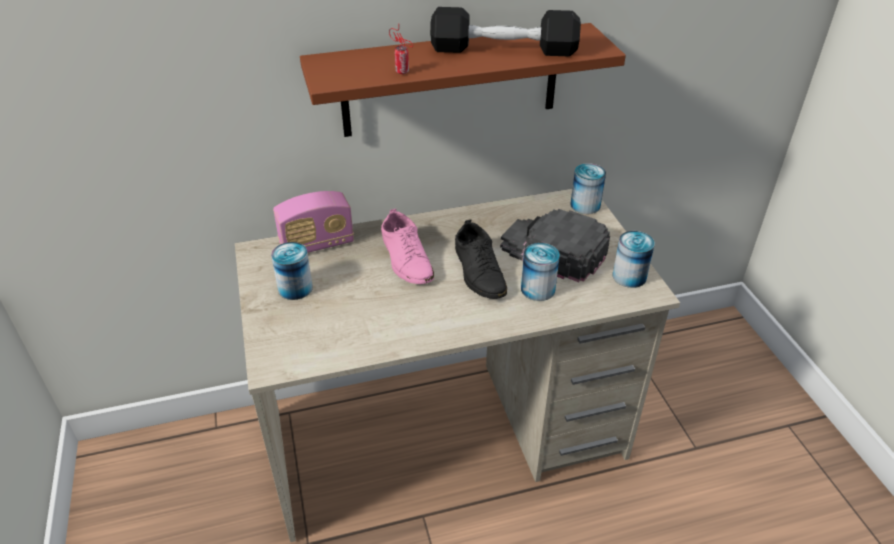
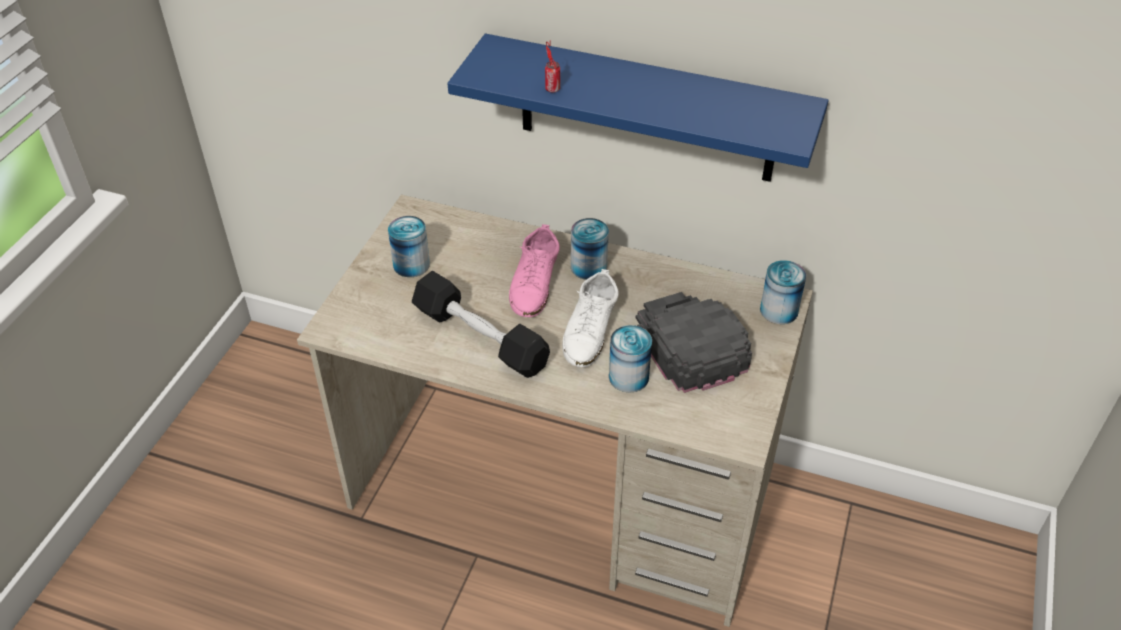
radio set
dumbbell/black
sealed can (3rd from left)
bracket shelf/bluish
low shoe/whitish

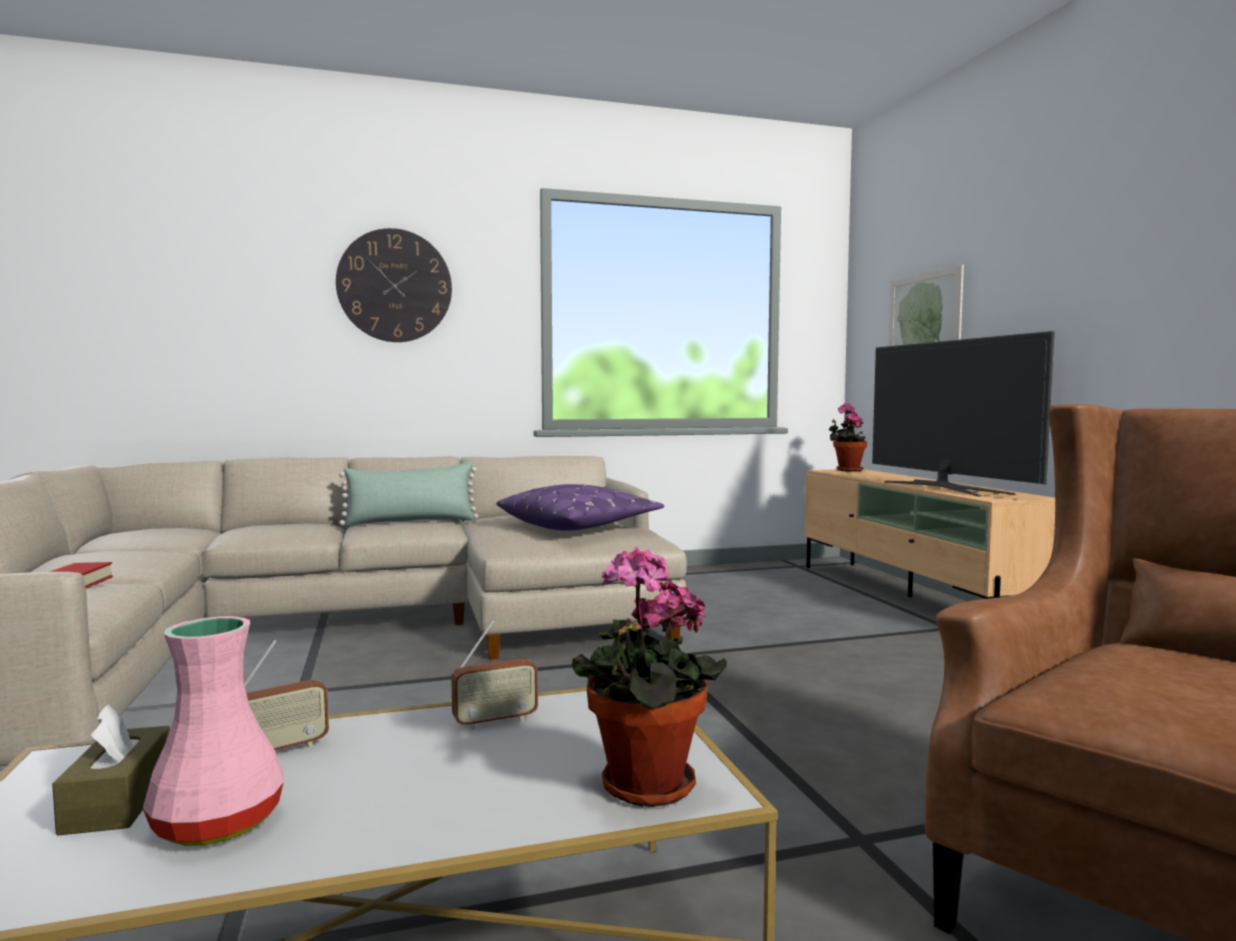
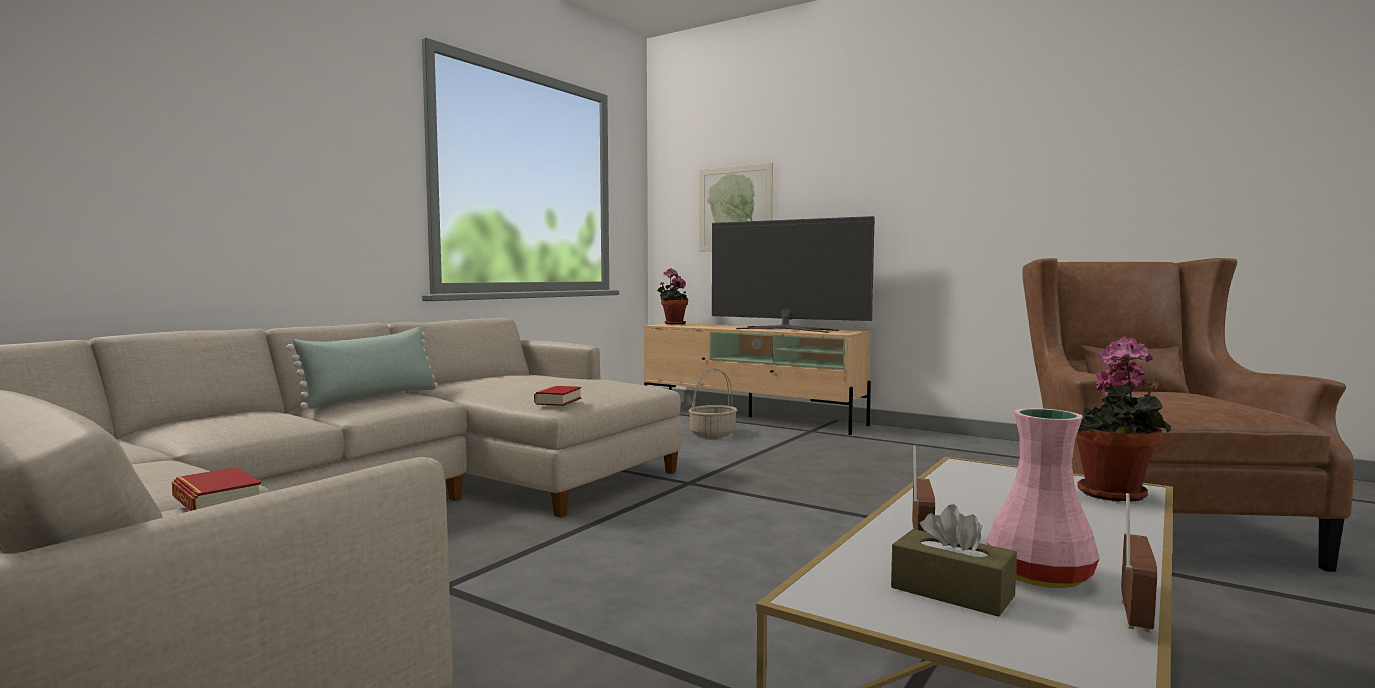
wall clock
cushion/purple-coloured
book (2nd from left)
household basket
radio set (2nd from left)

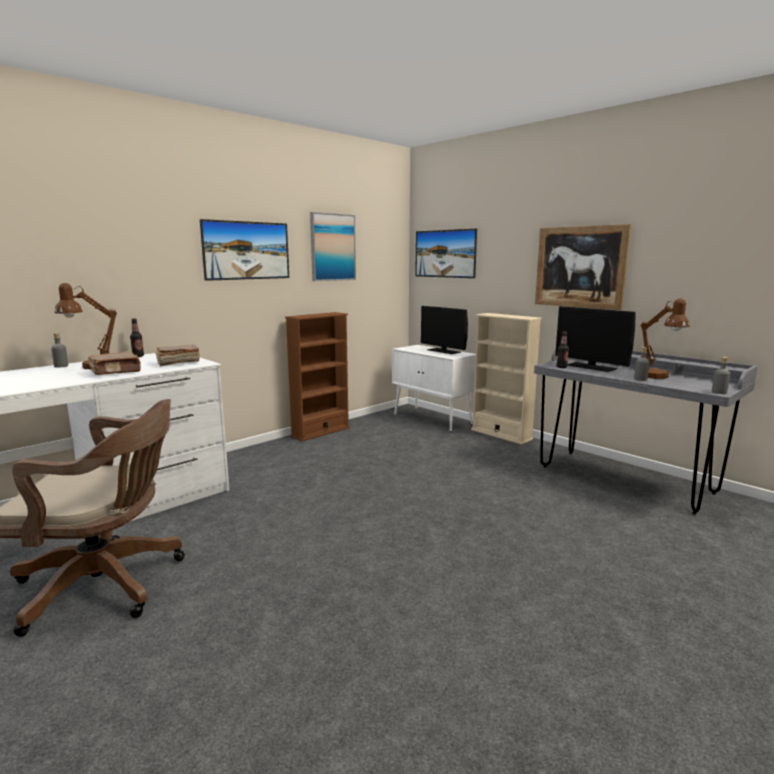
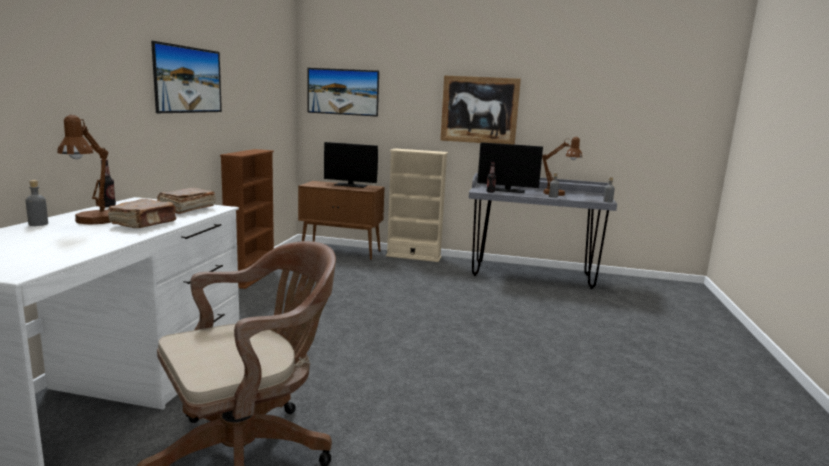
picture (2nd from left in the first image)
storage cabinet/brown

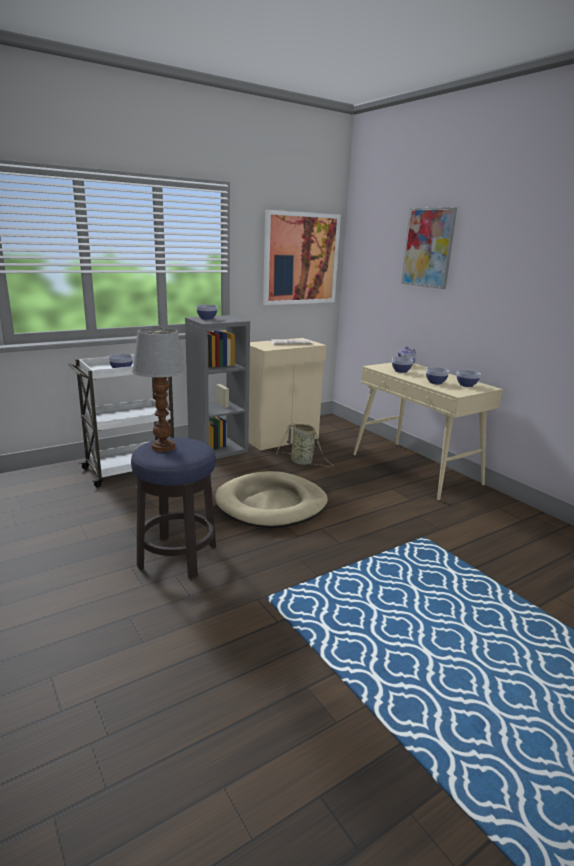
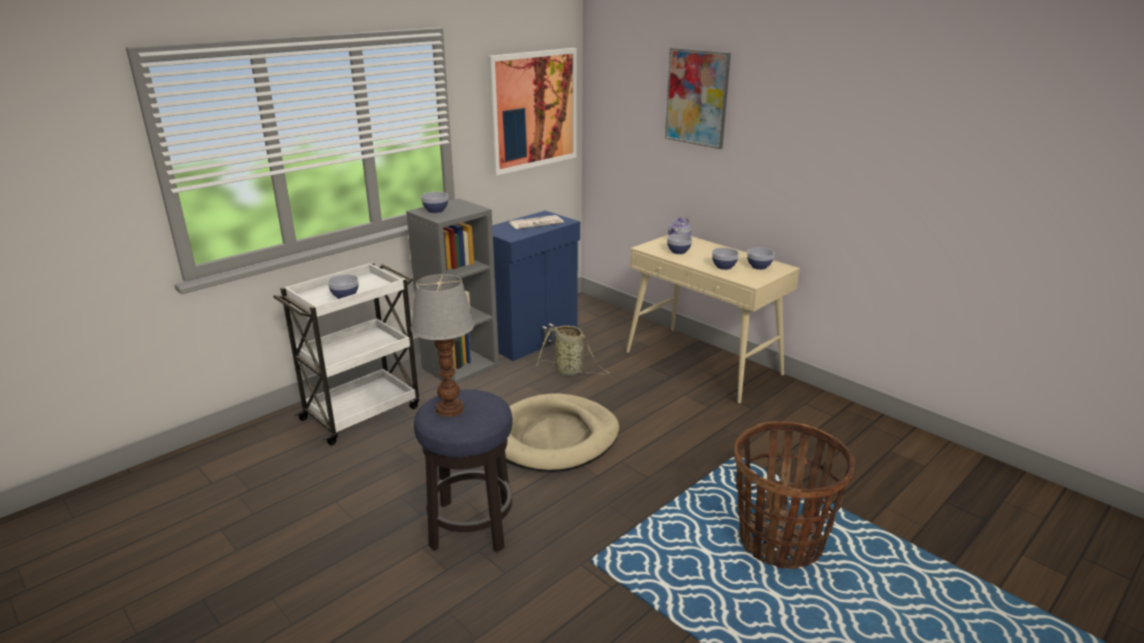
household basket (2nd from left)
storage cabinet/bluish

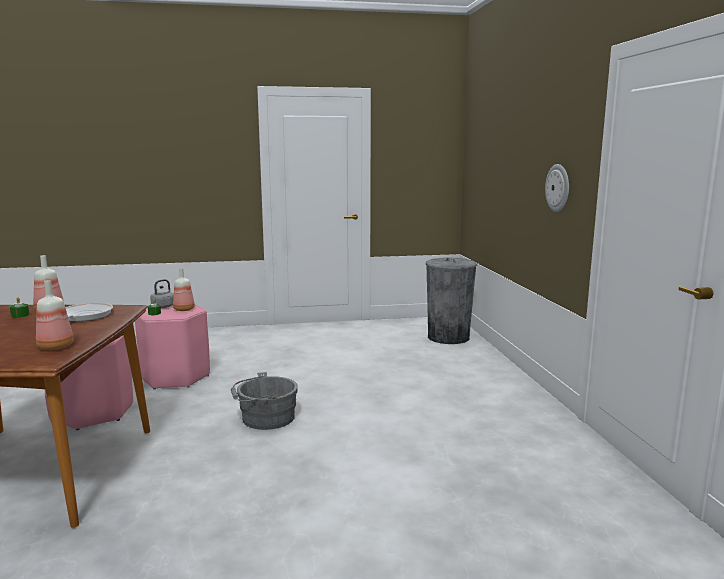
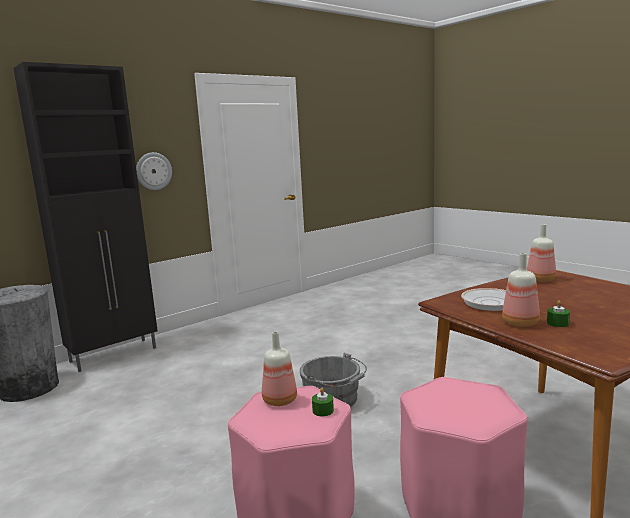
tea kettle/gray
storage cabinet/black

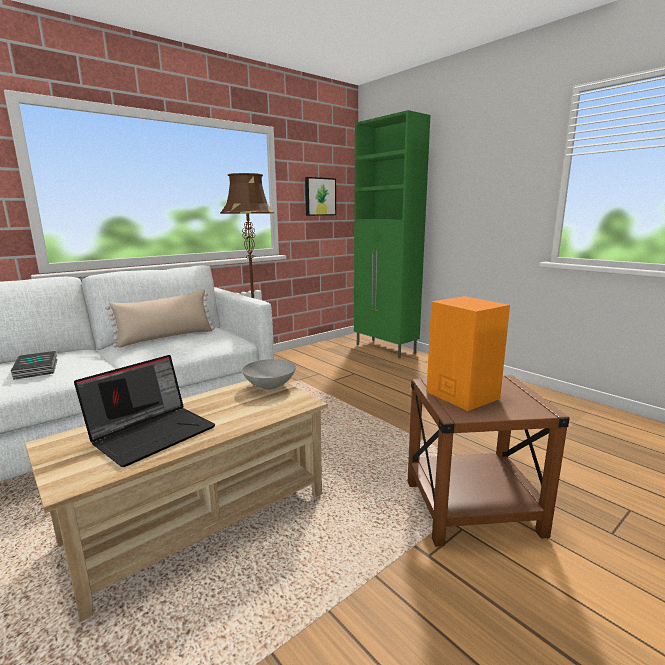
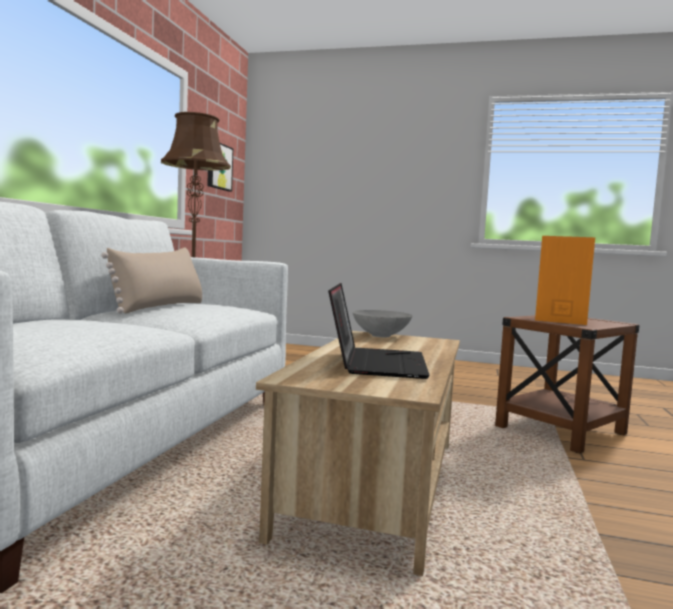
book
storage cabinet/green-coloured

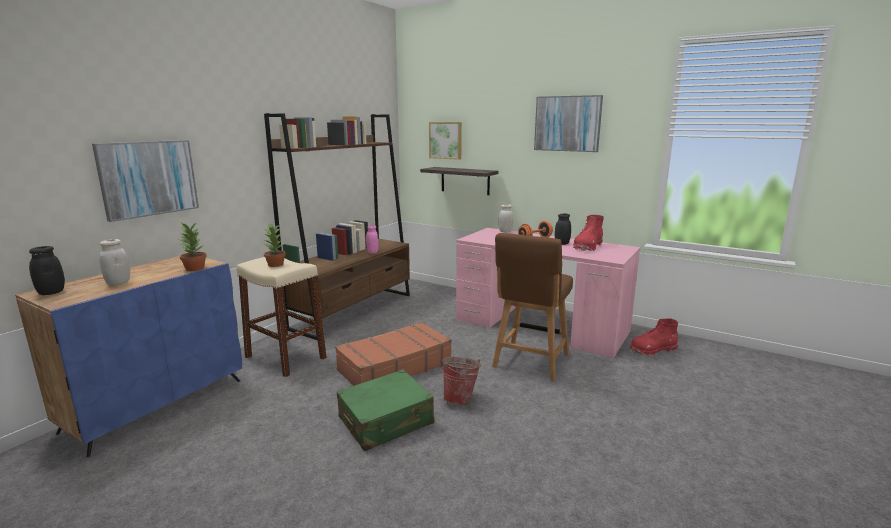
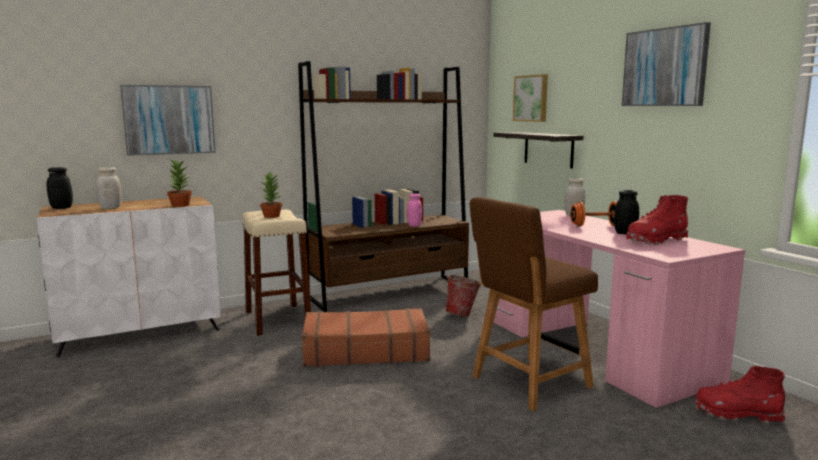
travel case/green-coloured
water bucket
storage cabinet/whitish

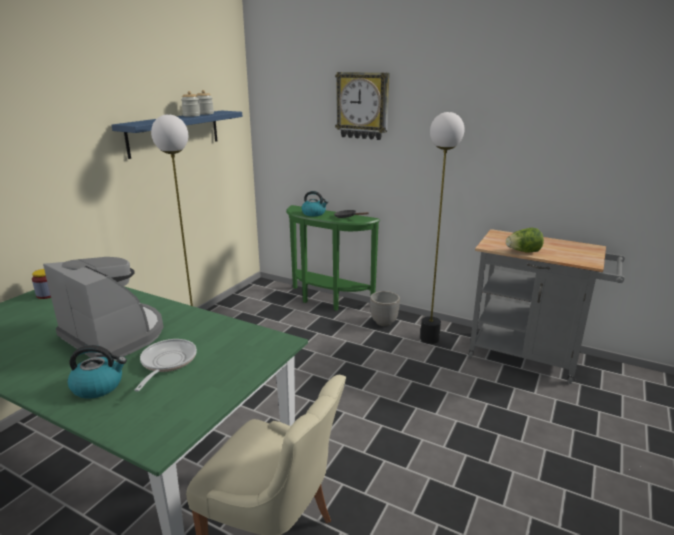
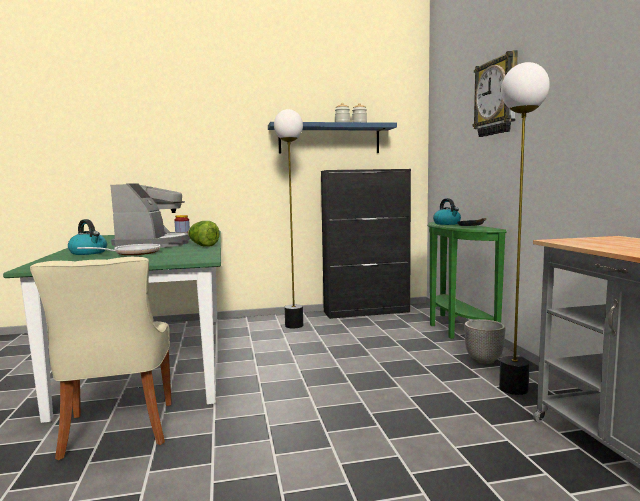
storage cabinet/black
lettuce head

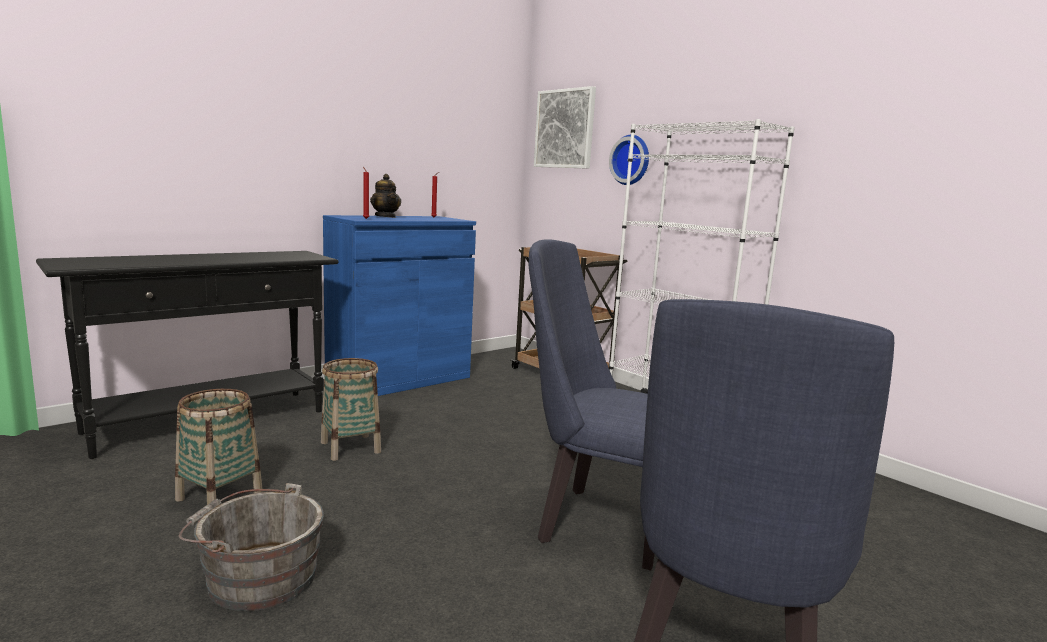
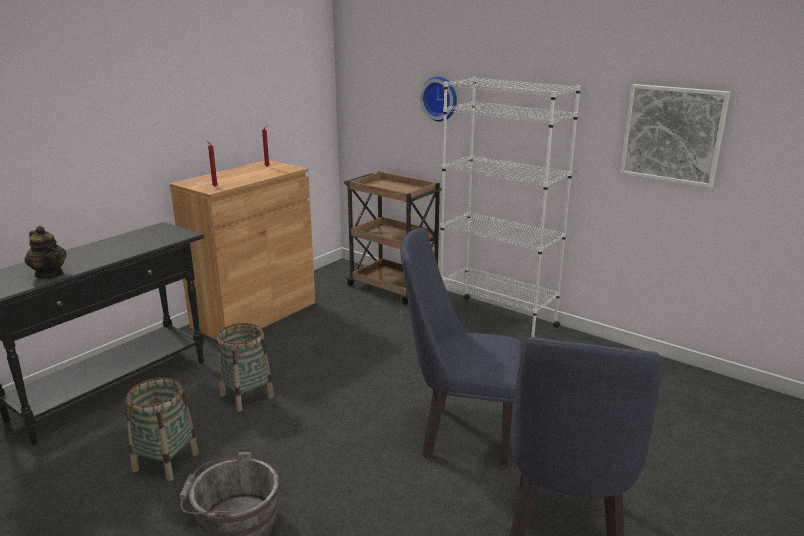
tea pot
picture
storage cabinet/brown

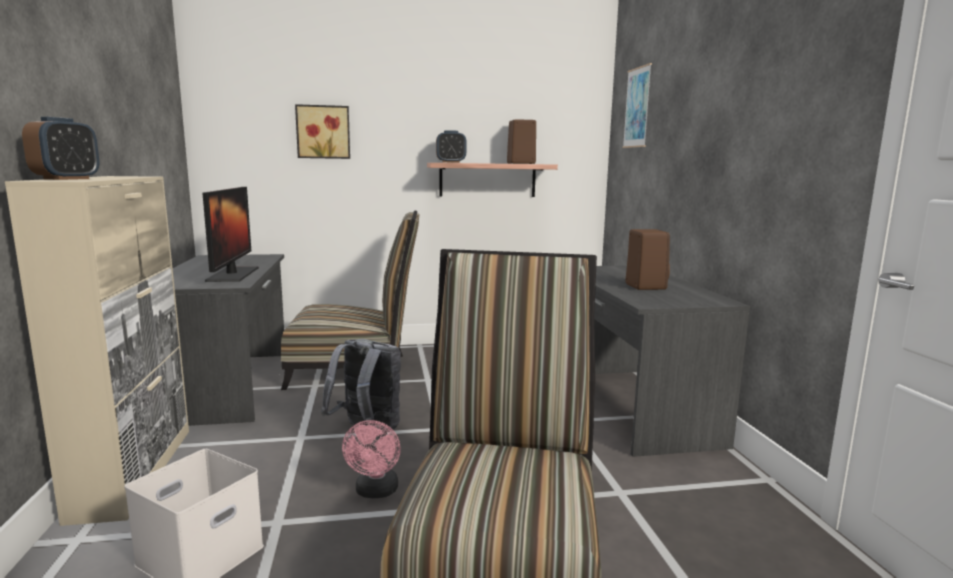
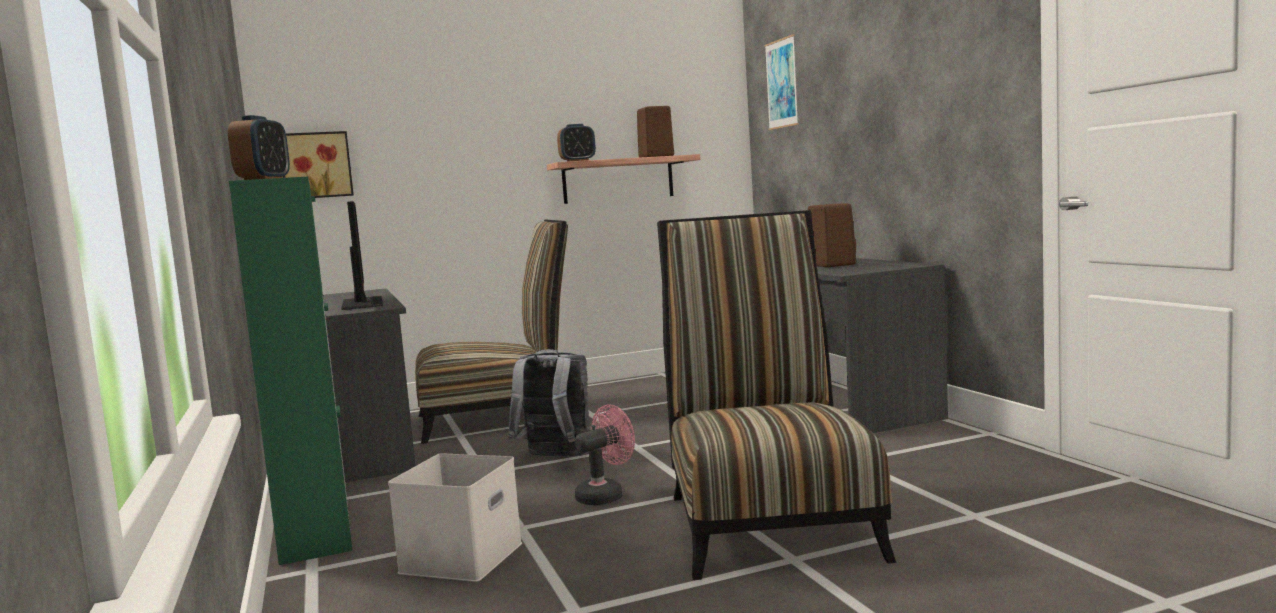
picture (1st from left)
storage cabinet/green-coloured
fan/pink

